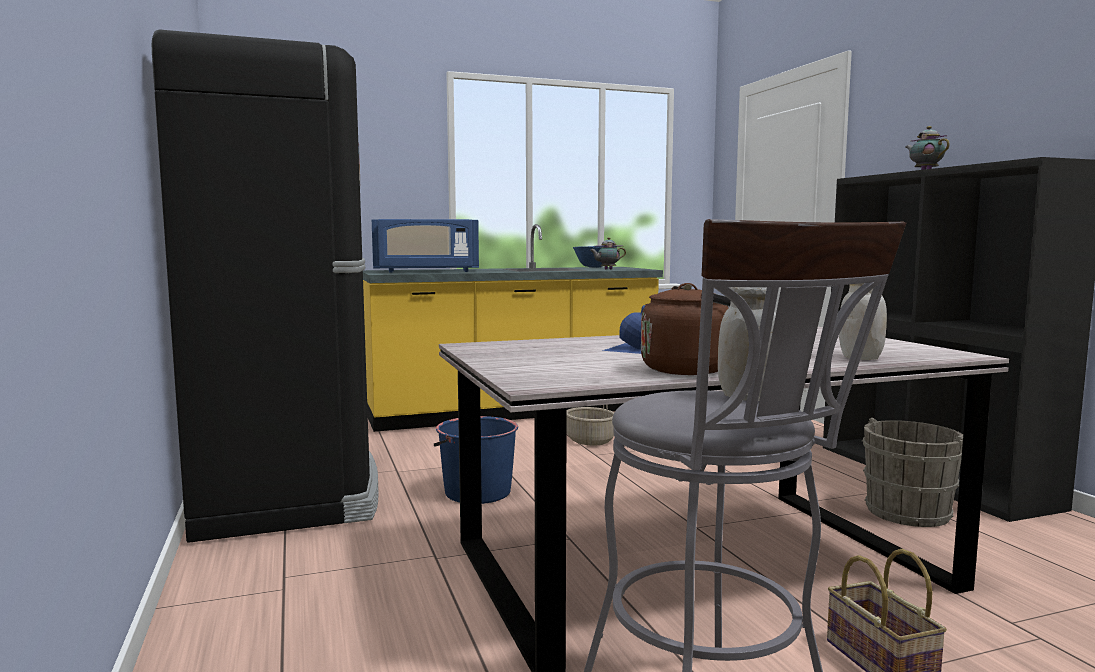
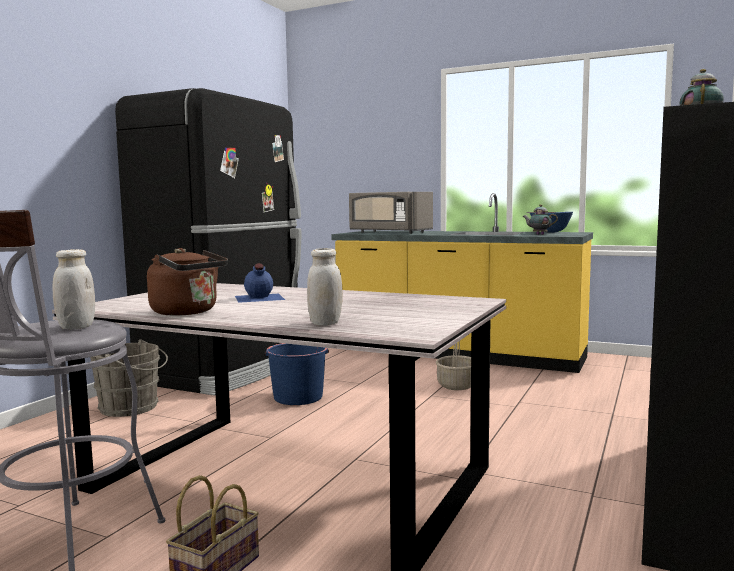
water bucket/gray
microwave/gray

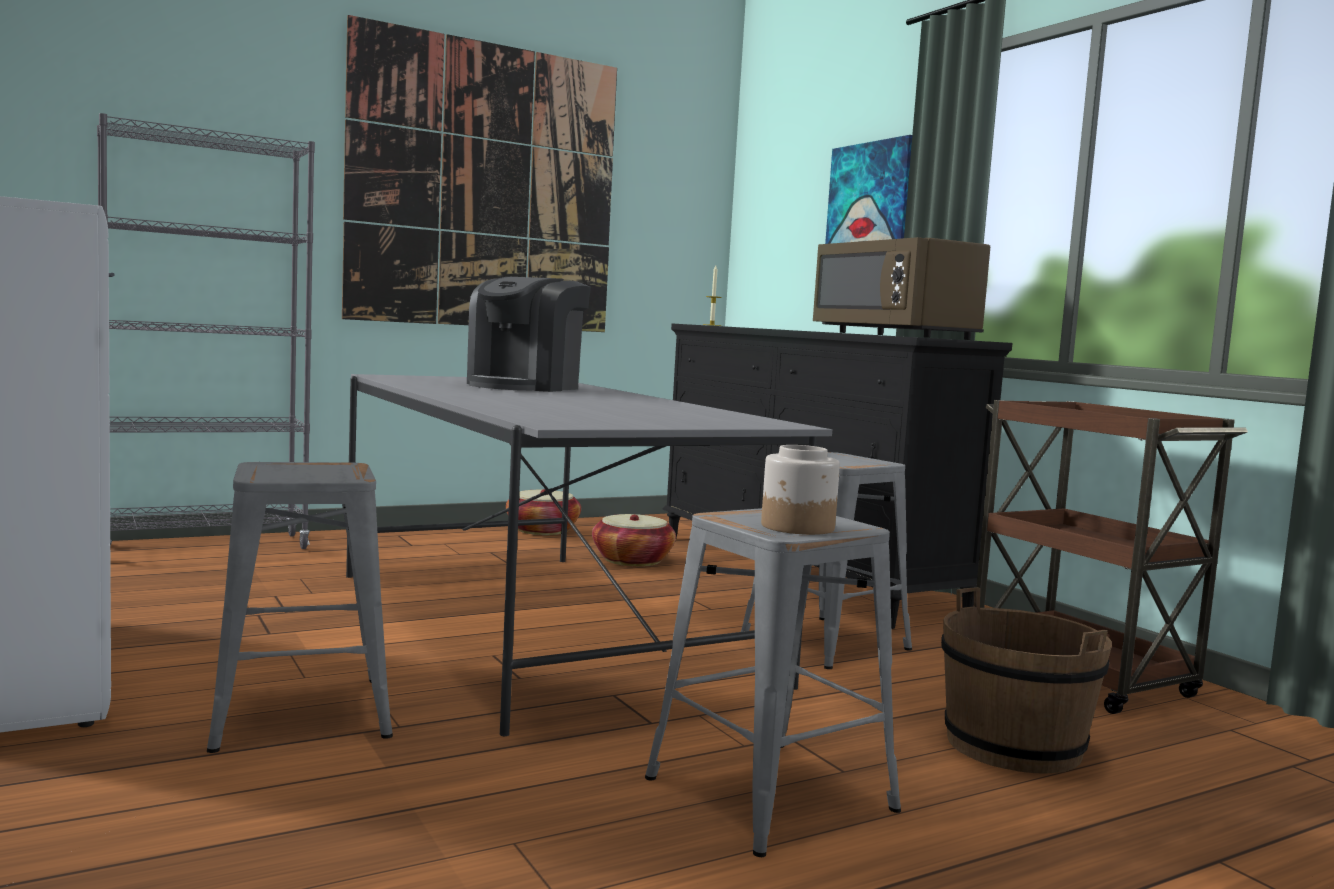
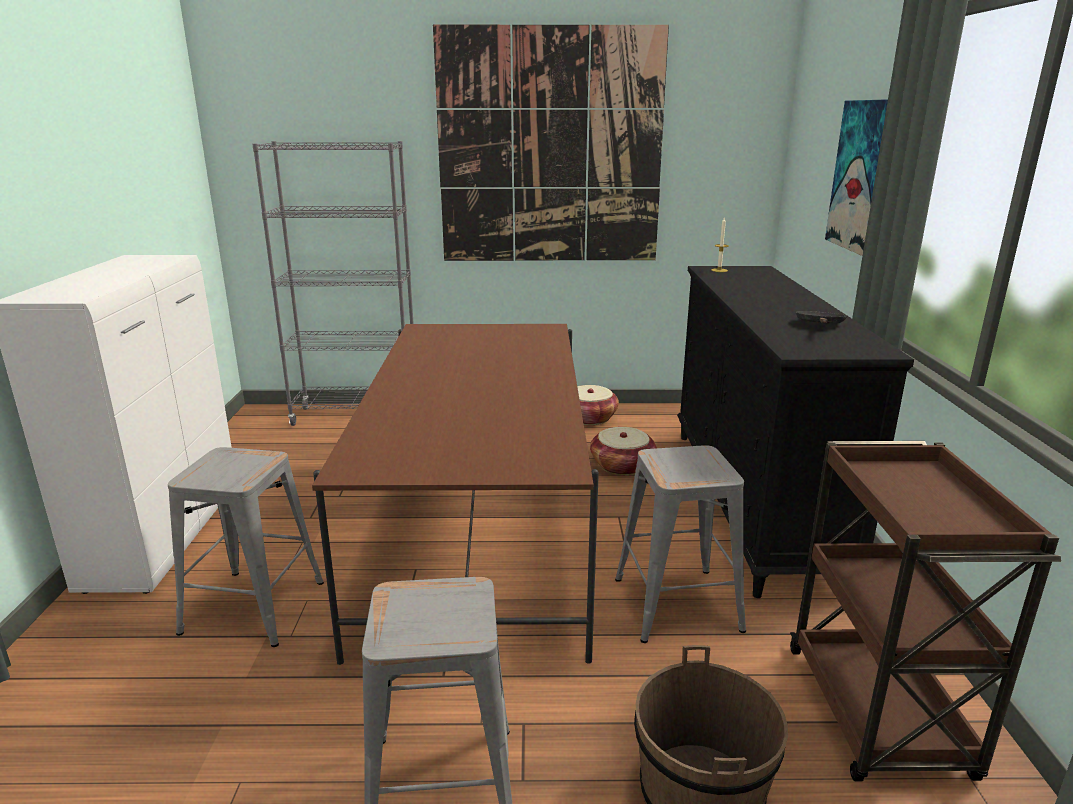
coffee machine
storage jar
skillet/black
dinner table/brown

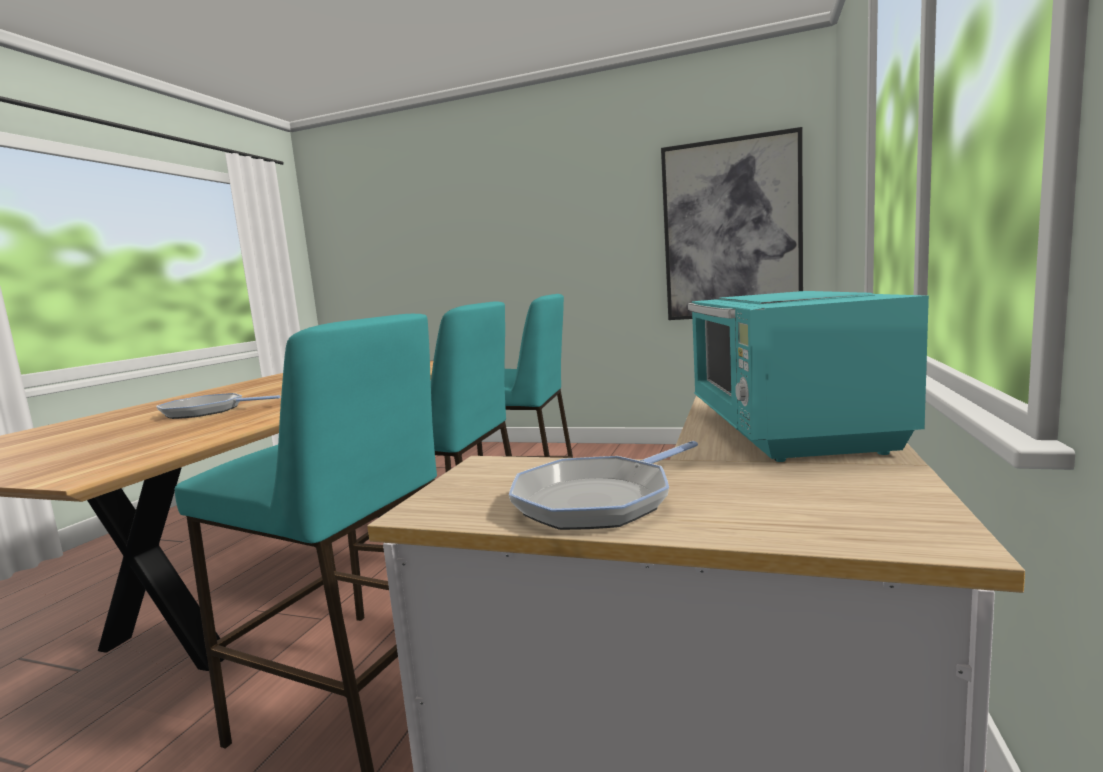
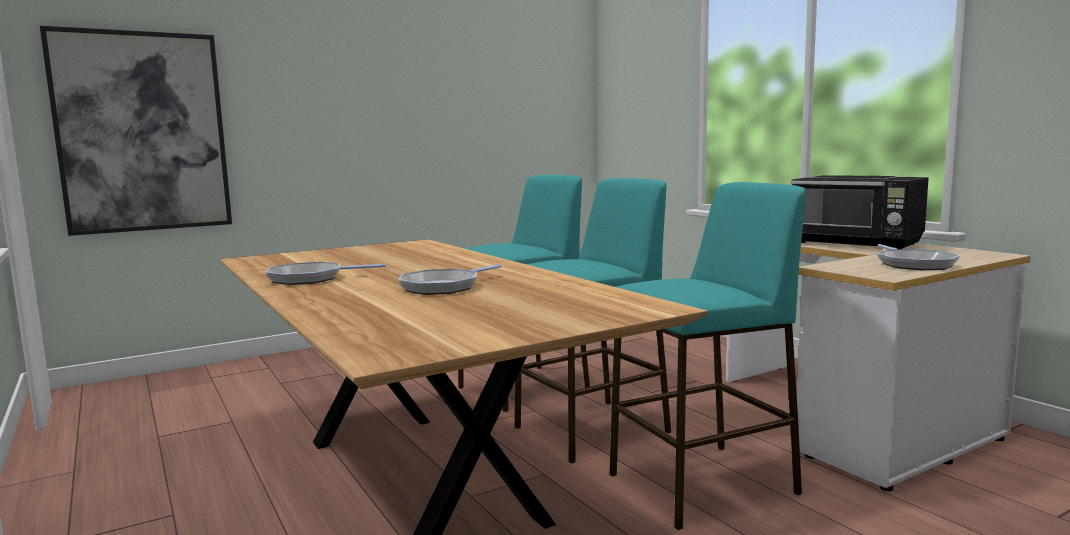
skillet (1st from left)
picture
microwave/black

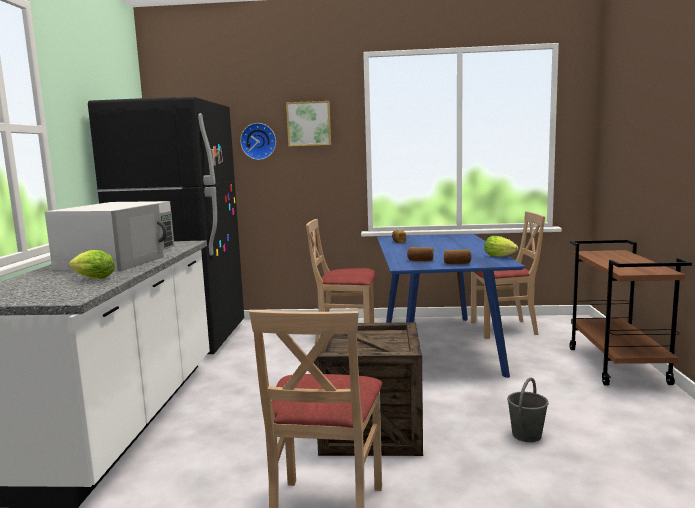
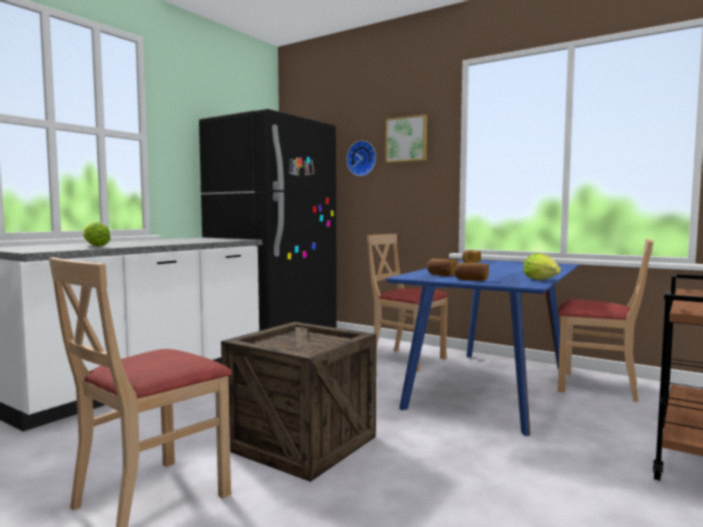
microwave/whitish
water bucket/gray

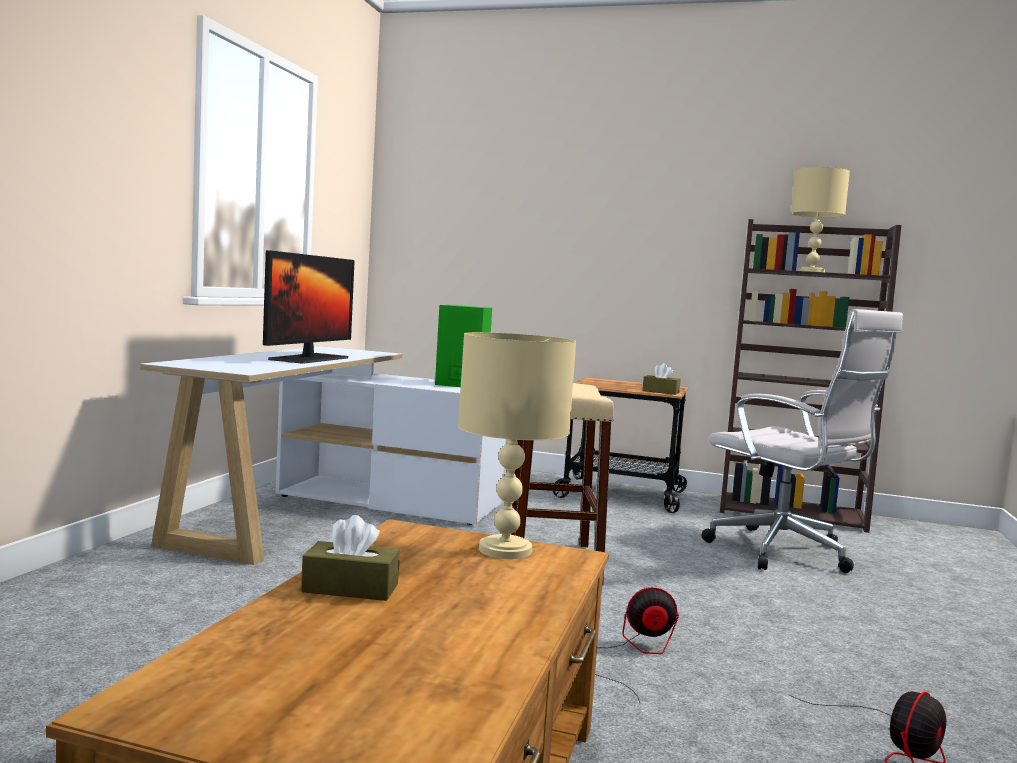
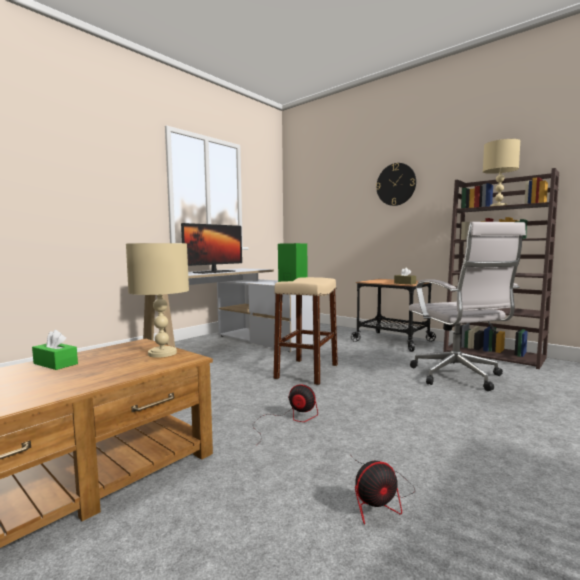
wall clock
tissue holder/green-coloured

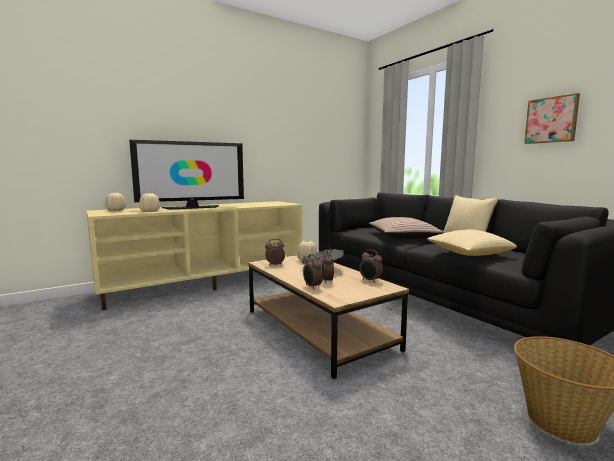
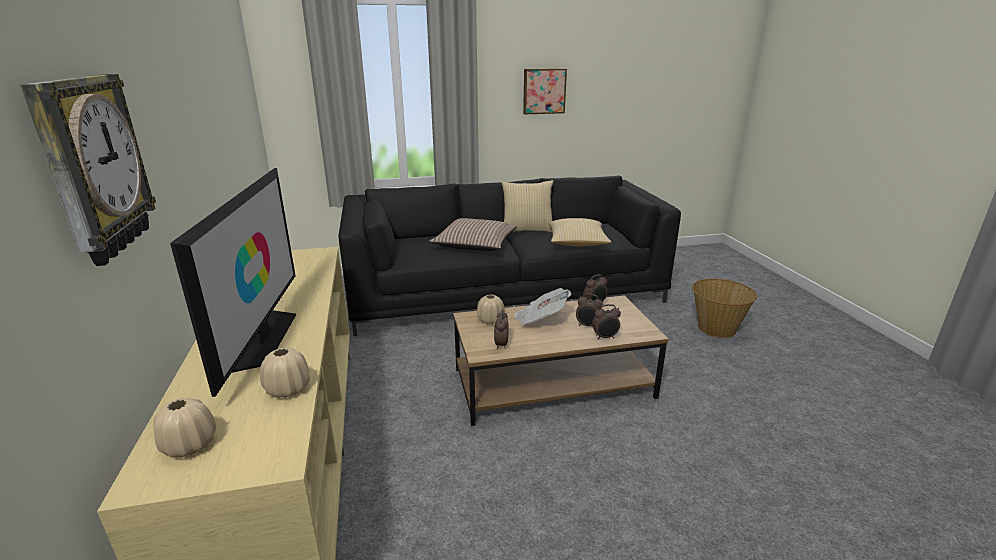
wall clock

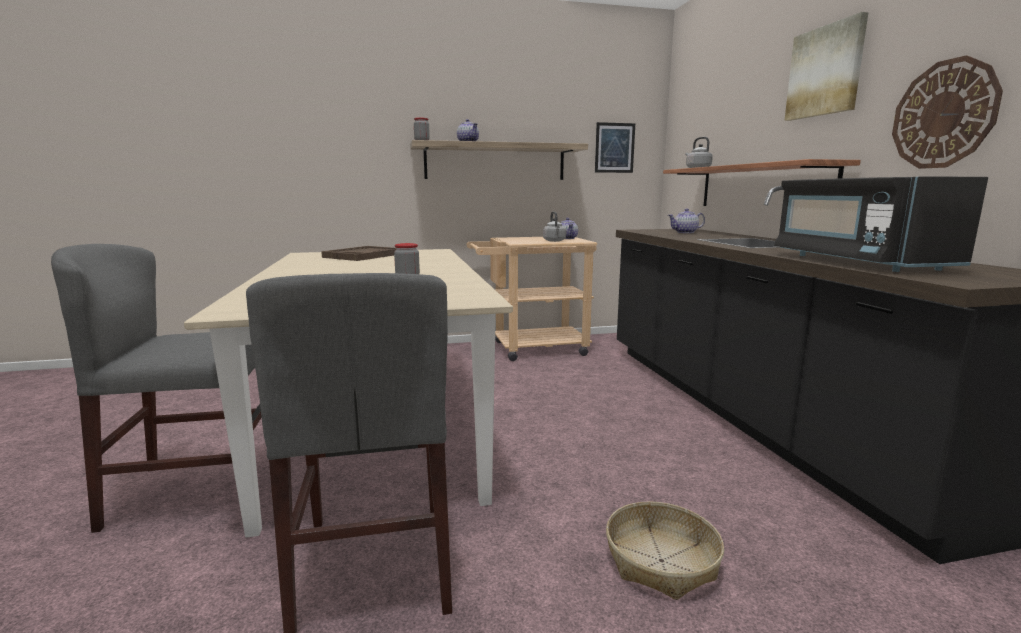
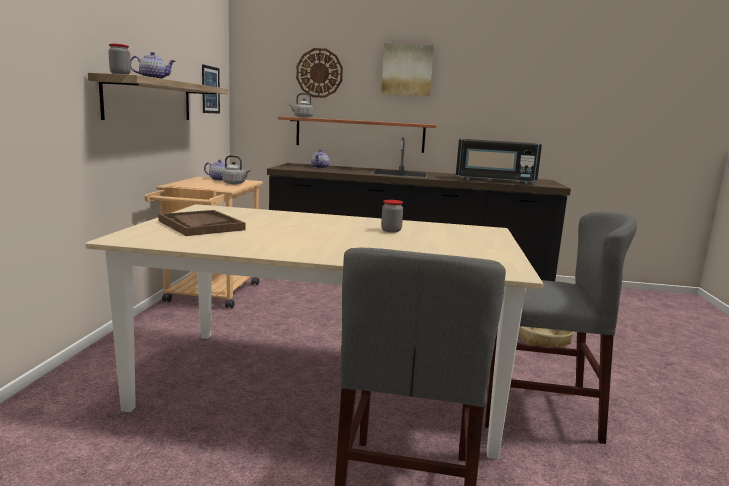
wall clock

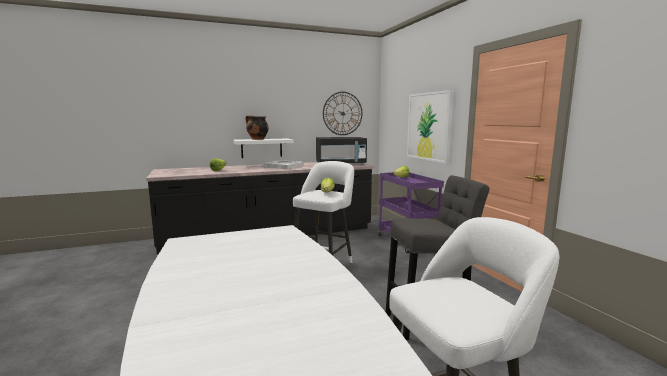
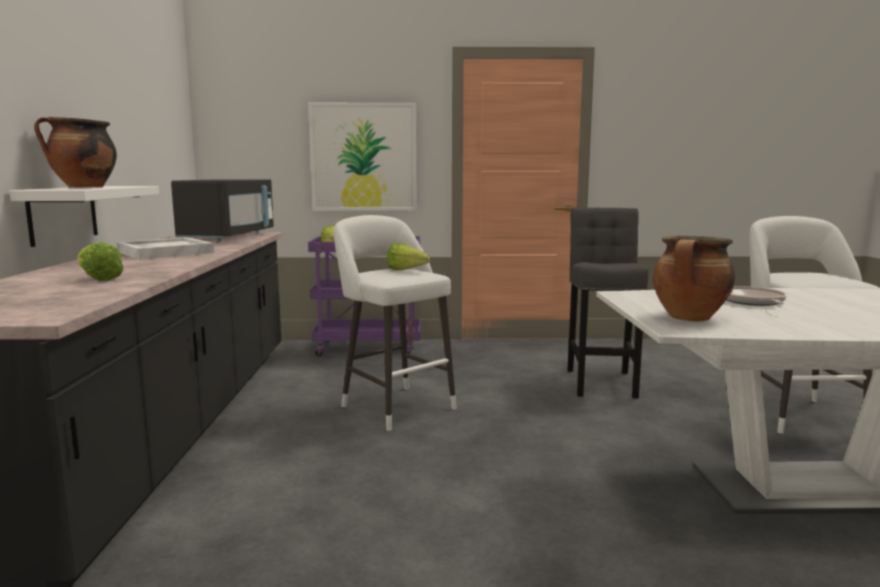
wall clock
stockpot (2nd from left)
skillet

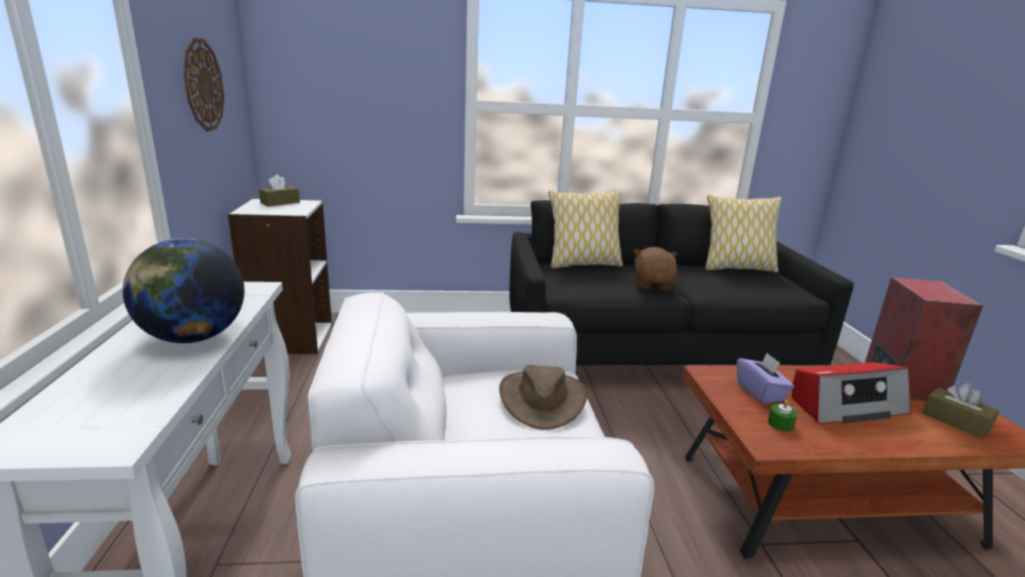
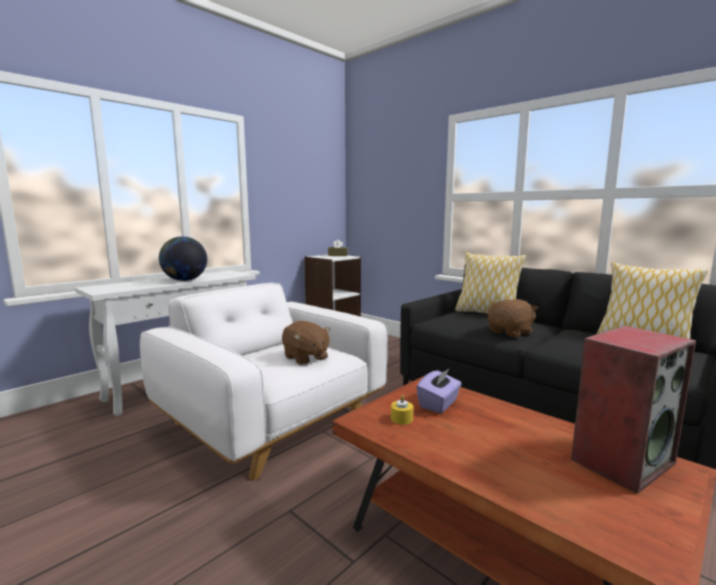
wall clock
radio set
tissue holder/brown (2nd from left in the first image)
cuddly toy/brown (1st from left)
candle/yellow

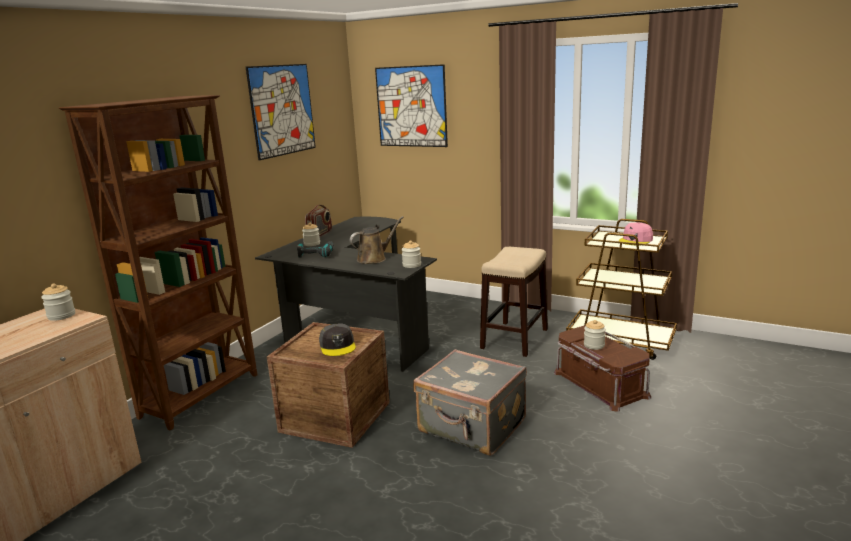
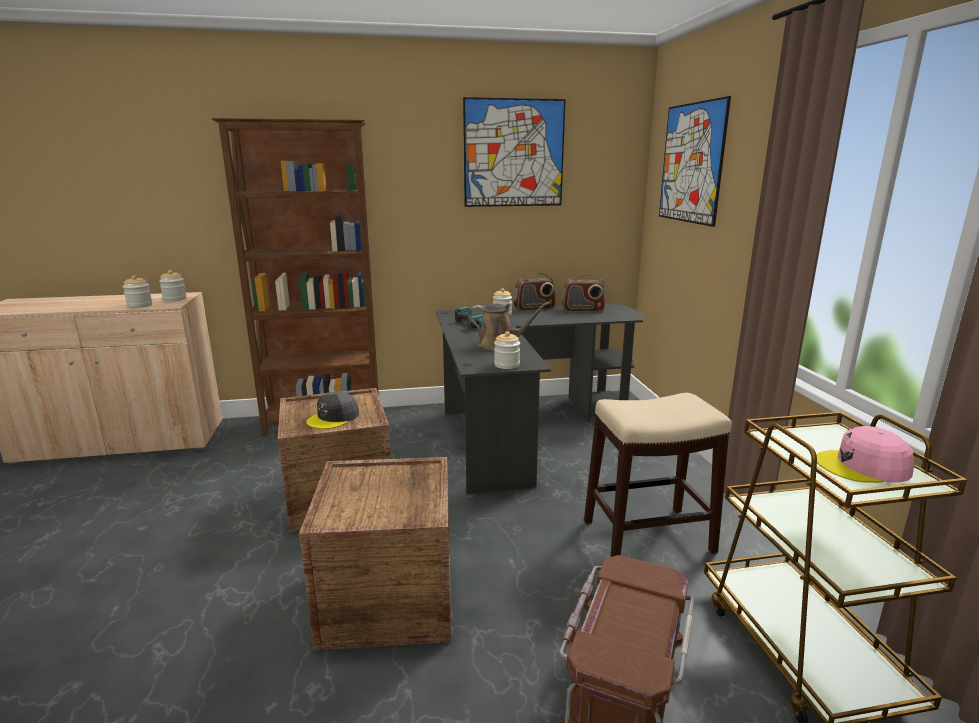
radio set (2nd from left)
storage jar (1st from left)
packing crate (2nd from left)

